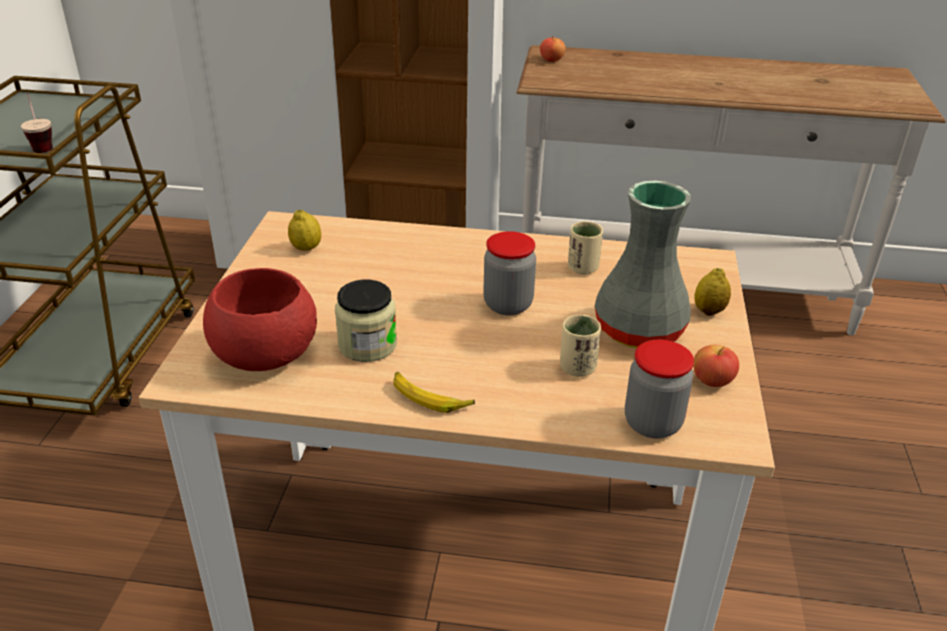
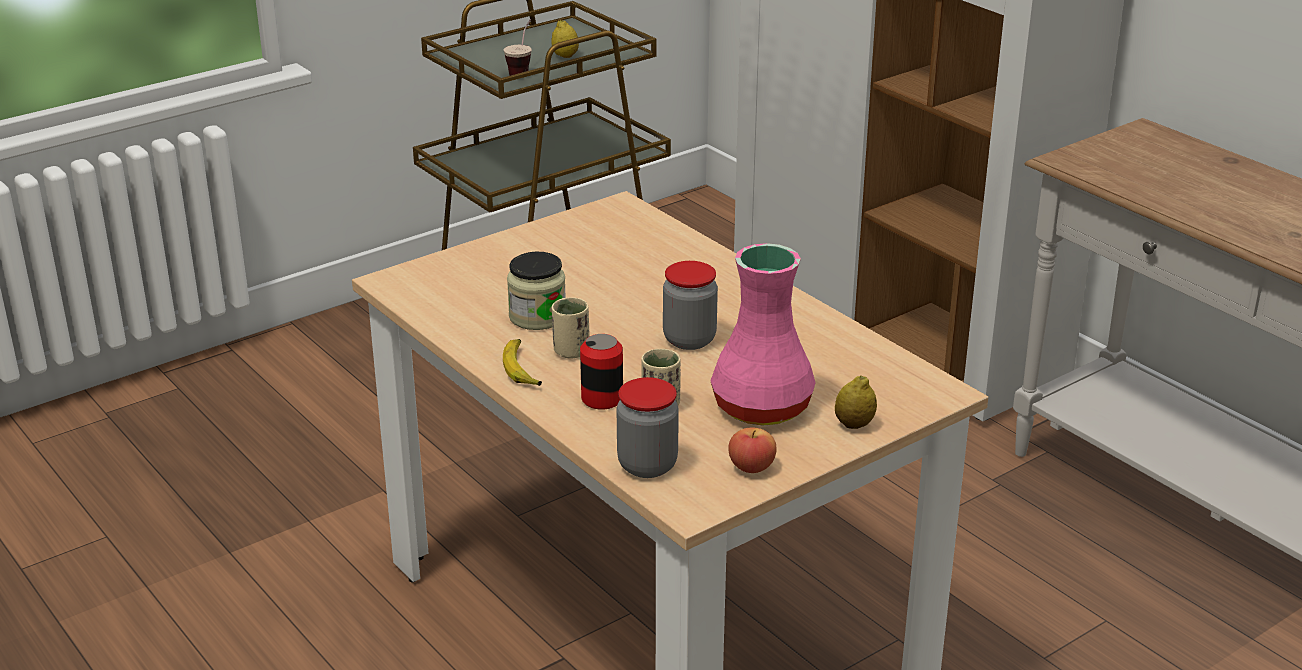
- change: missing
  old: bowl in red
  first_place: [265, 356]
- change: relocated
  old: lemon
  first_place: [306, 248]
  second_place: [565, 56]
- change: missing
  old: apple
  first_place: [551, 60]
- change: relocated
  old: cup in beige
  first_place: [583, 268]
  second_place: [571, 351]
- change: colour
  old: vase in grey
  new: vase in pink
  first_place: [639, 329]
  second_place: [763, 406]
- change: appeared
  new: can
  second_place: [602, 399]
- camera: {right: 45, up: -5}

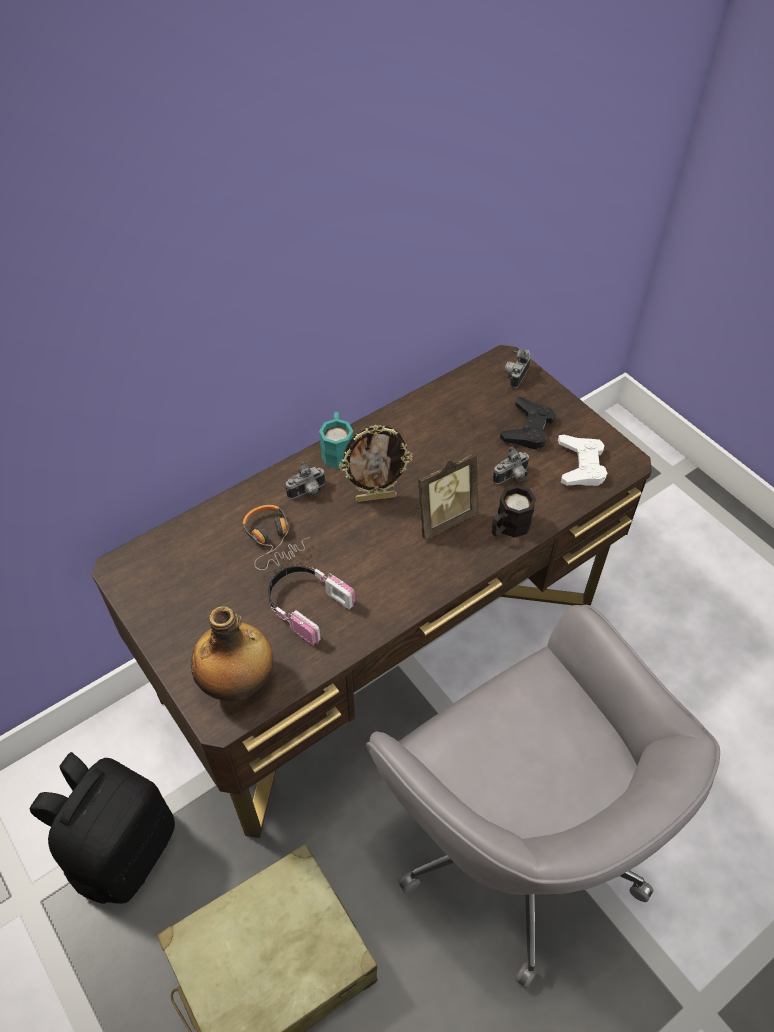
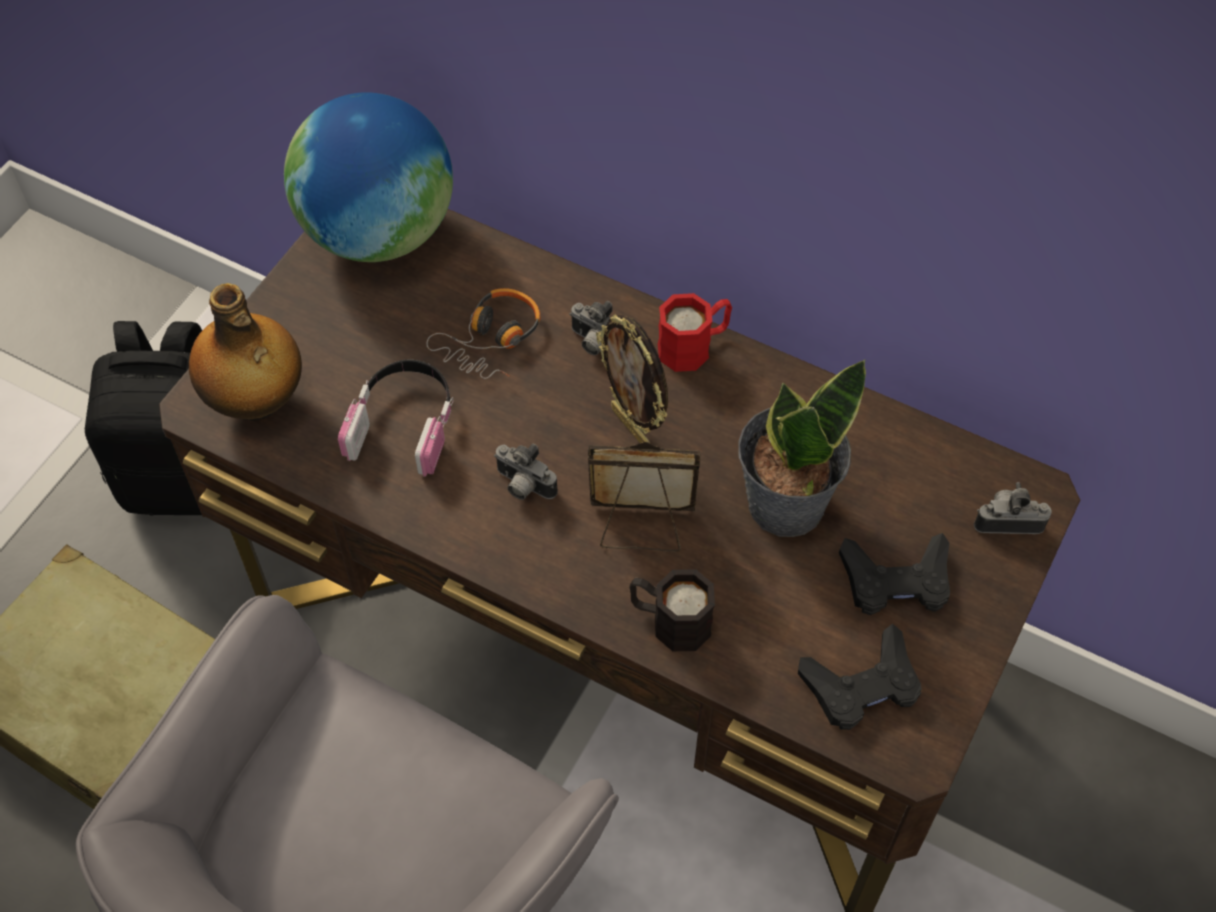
- change: colour
  old: mug in turquoise
  new: mug in red
  first_place: [337, 450]
  second_place: [694, 346]
- change: spun
  old: picture frame
  first_place: [442, 518]
  second_place: [641, 527]
  degrees: 150
- change: relocated
  old: photo camera
  first_place: [512, 477]
  second_place: [523, 486]
- change: colour
  old: game controller in white
  new: game controller in black
  first_place: [581, 465]
  second_place: [862, 685]
- change: appeared
  new: globe
  second_place: [379, 233]
- change: appeared
  new: potted plant
  second_place: [784, 503]
- camera: {right: 65, up: 5}

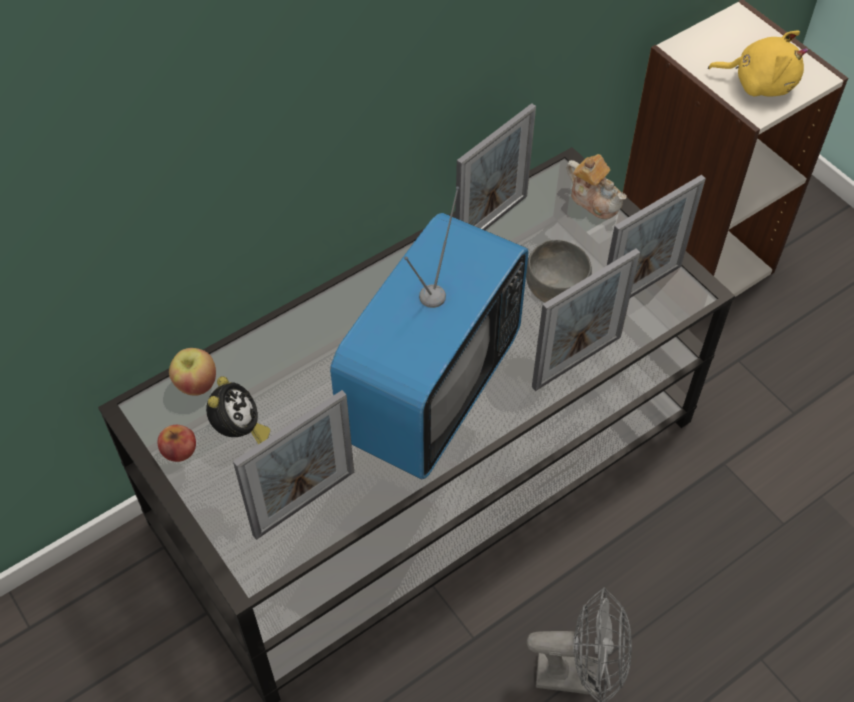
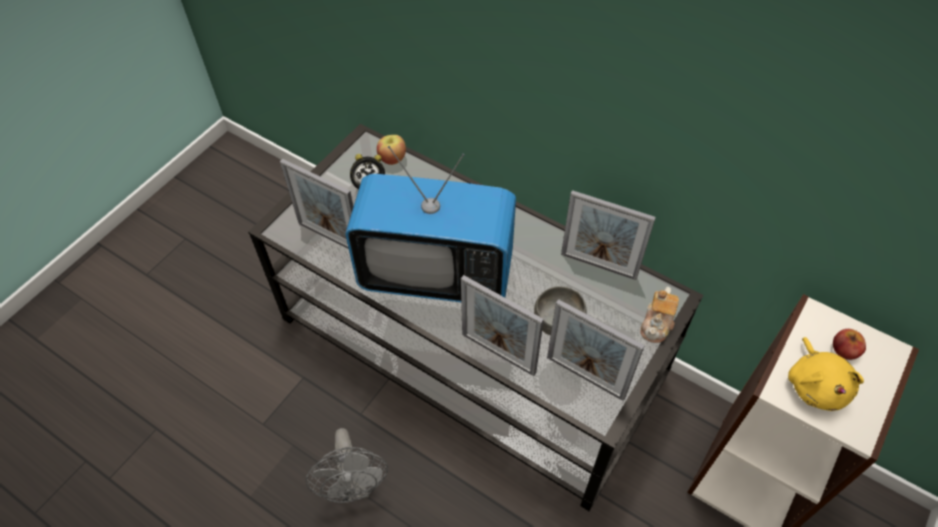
- change: relocated
  old: apple
  first_place: [179, 450]
  second_place: [844, 349]
- camera: {right: 70, up: 0}

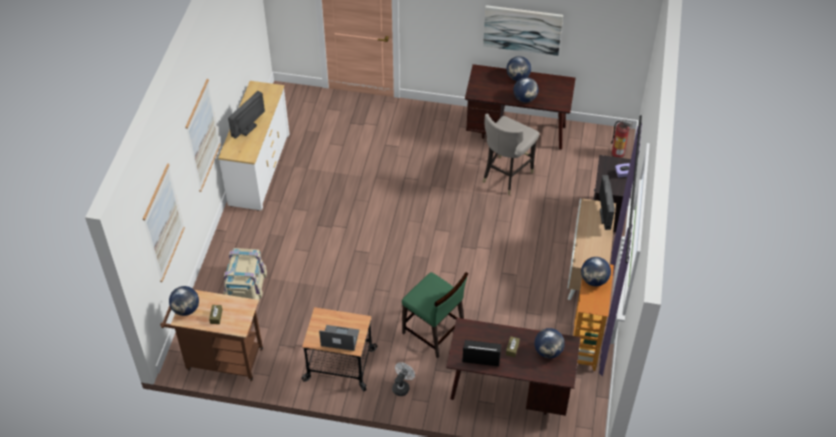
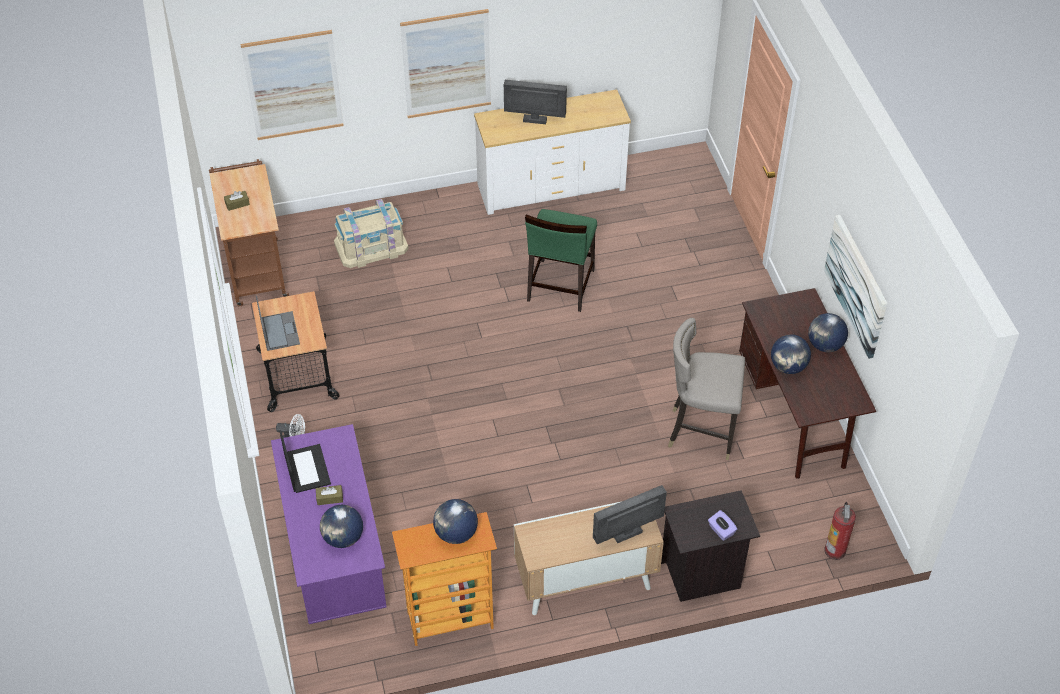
- change: missing
  old: globe
  first_place: [186, 309]
- change: relocated
  old: chair in green
  first_place: [433, 332]
  second_place: [560, 286]
- change: colour
  old: desk in brown
  new: desk in purple
  first_place: [509, 392]
  second_place: [335, 559]
- camera: {right: 65, up: 0}

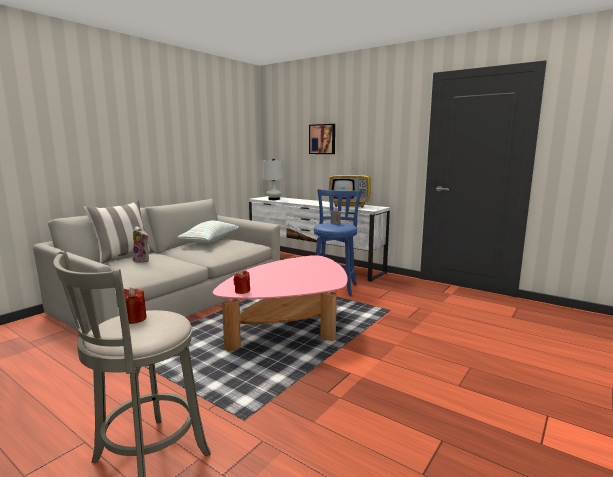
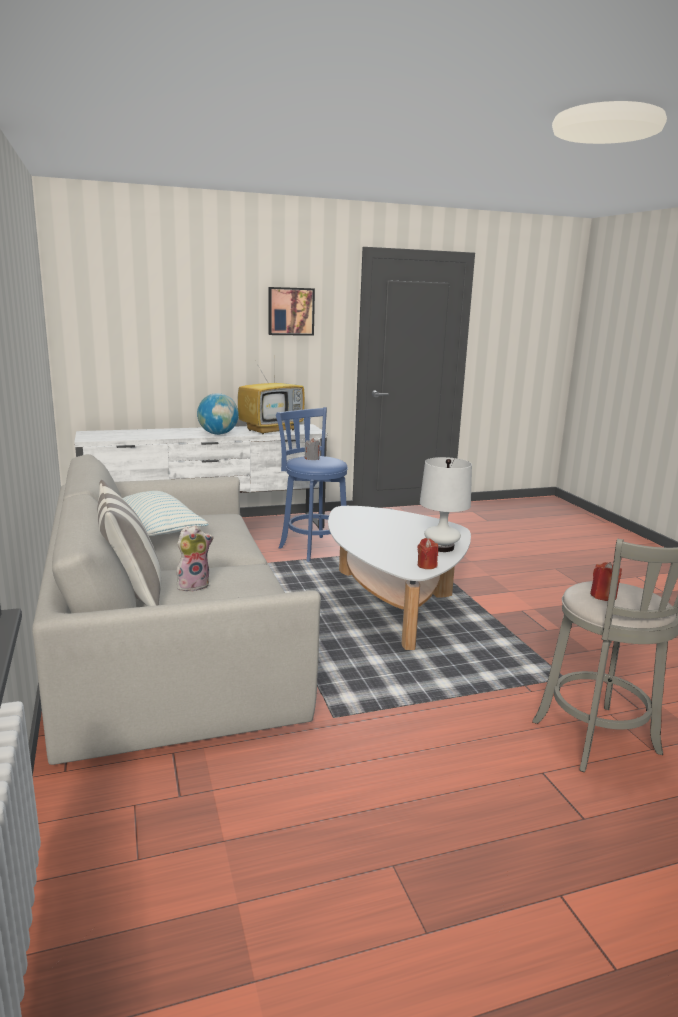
- change: colour
  old: coffee table in pink
  new: coffee table in white
  first_place: [290, 327]
  second_place: [392, 603]
- change: relocated
  old: table lamp in white
  first_place: [274, 199]
  second_place: [441, 547]
- change: relocated
  old: picture
  first_place: [322, 139]
  second_place: [290, 311]
- change: appeared
  new: globe
  second_place: [218, 434]
- camera: {right: -55, up: 5}

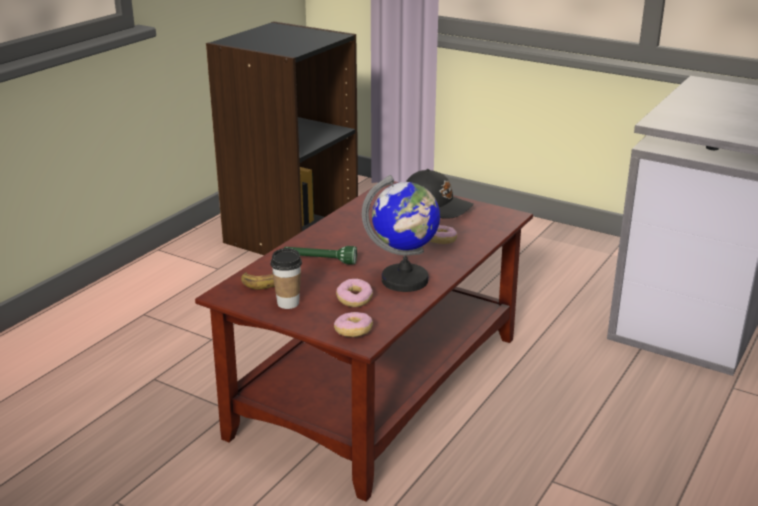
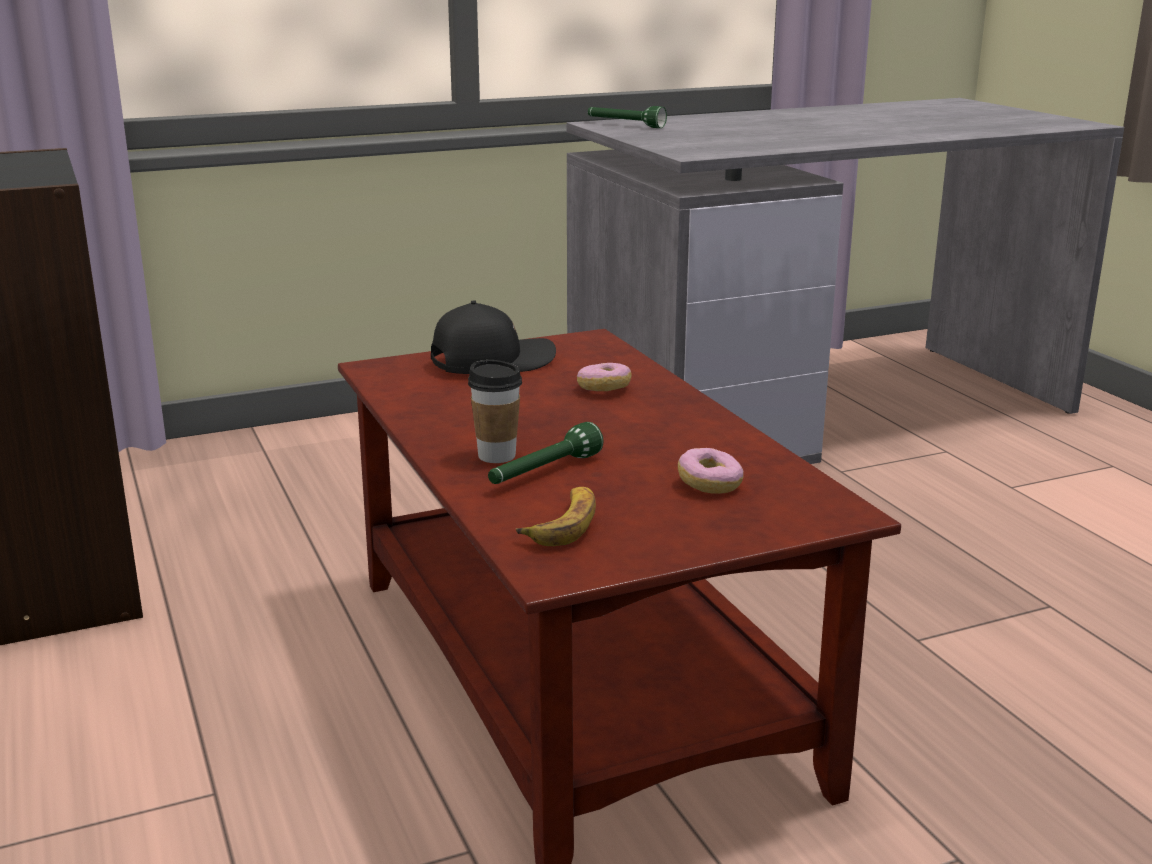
- change: relocated
  old: cup
  first_place: [288, 303]
  second_place: [497, 456]
- change: missing
  old: donut
  first_place: [353, 332]
- change: missing
  old: globe
  first_place: [405, 280]
- change: appeared
  new: flashlight in green
  second_place: [625, 125]
- camera: {right: -55, up: -5}

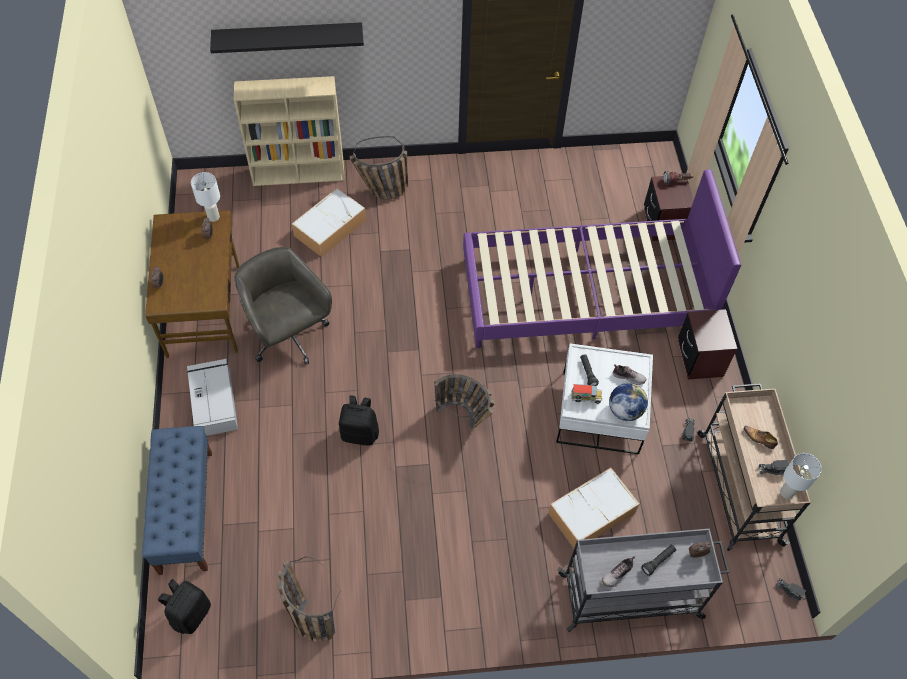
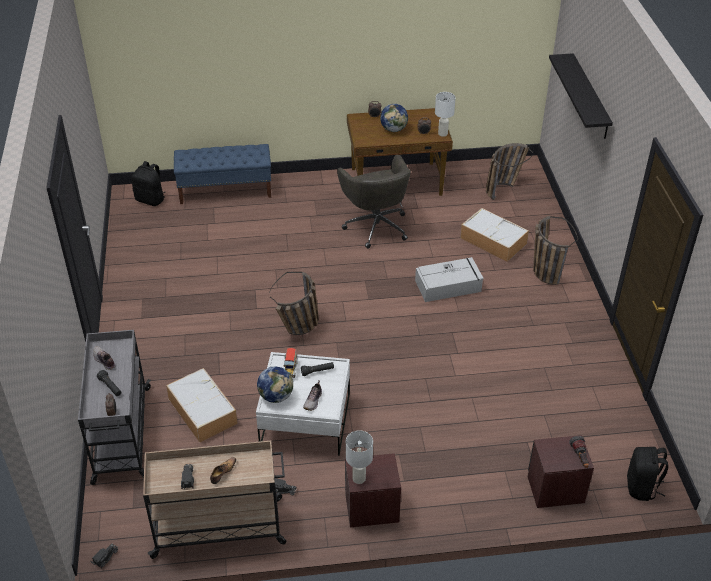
- change: relocated
  old: storage box in grey
  first_place: [214, 401]
  second_place: [449, 286]
- change: missing
  old: bookcase in beige
  first_place: [299, 174]
- change: spun
  old: office chair in grey
  first_place: [289, 336]
  second_place: [376, 226]
  degrees: 105
- change: relocated
  old: basket
  first_place: [307, 613]
  second_place: [503, 188]
- change: relocated
  old: backpack in black
  first_place: [360, 433]
  second_place: [642, 487]
- change: missing
  old: bed in purple
  first_place: [584, 295]
- change: relocated
  old: table lamp in white
  first_place: [787, 492]
  second_place: [358, 478]
- change: appeared
  new: globe
  second_place: [394, 129]
- camera: {right: 90, up: -15}

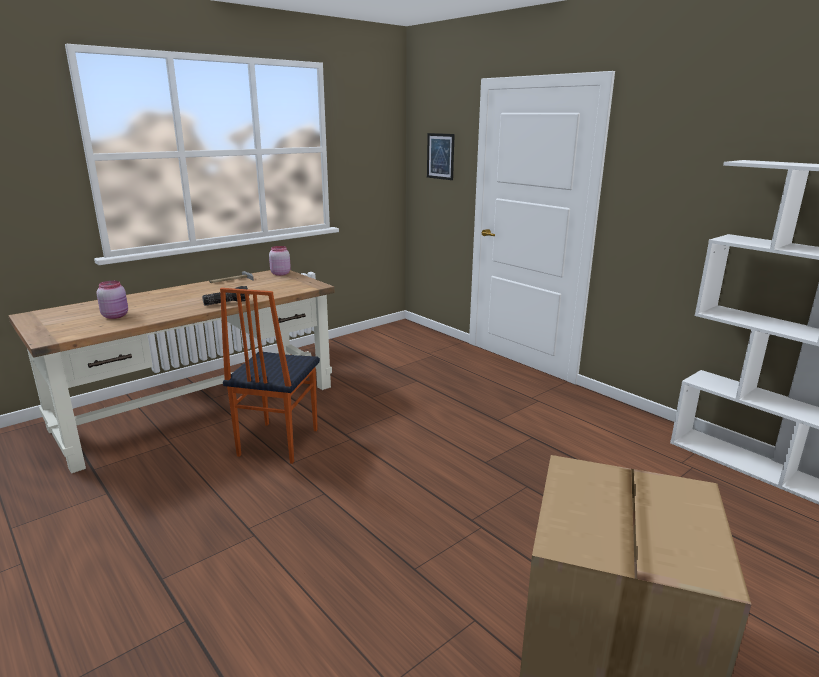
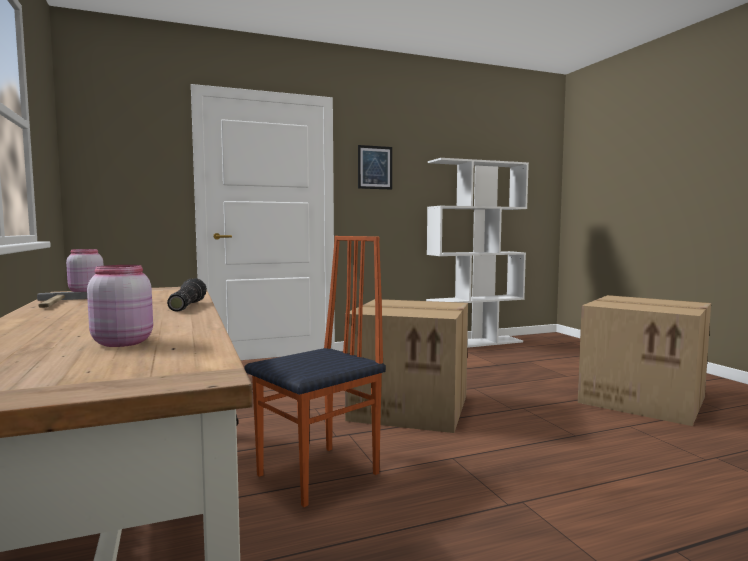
- change: spun
  old: chair
  first_place: [277, 442]
  second_place: [320, 474]
  degrees: -75
- change: relocated
  old: picture
  first_place: [440, 156]
  second_place: [375, 167]
- change: appeared
  new: cardboard box
  second_place: [411, 407]
- camera: {right: -70, up: -15}

